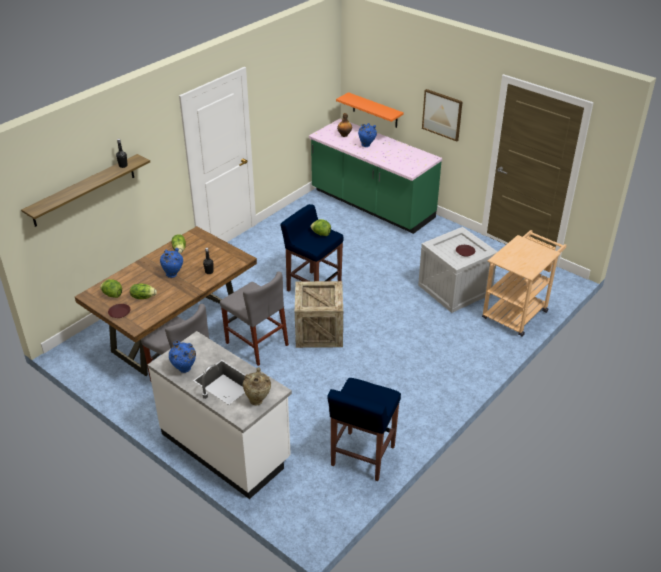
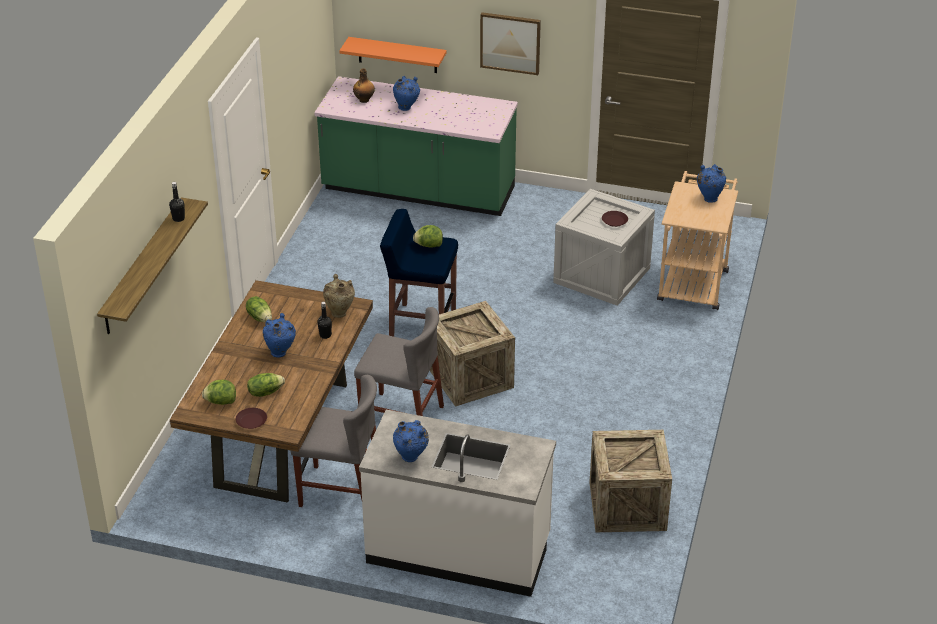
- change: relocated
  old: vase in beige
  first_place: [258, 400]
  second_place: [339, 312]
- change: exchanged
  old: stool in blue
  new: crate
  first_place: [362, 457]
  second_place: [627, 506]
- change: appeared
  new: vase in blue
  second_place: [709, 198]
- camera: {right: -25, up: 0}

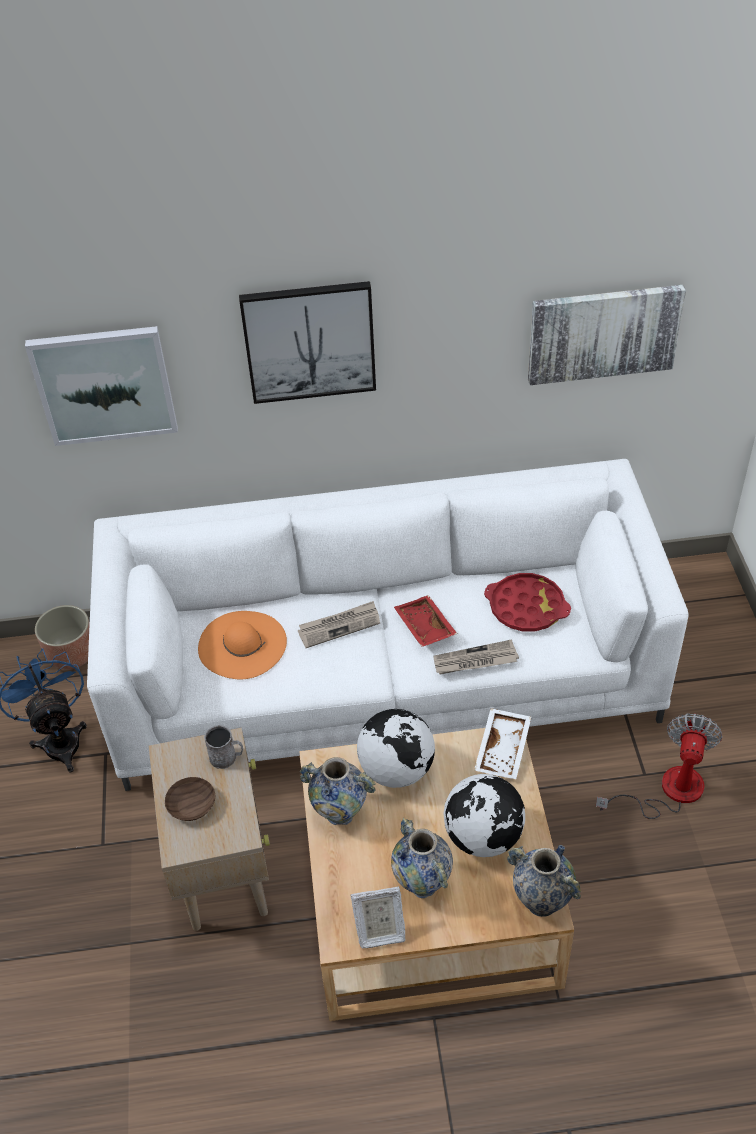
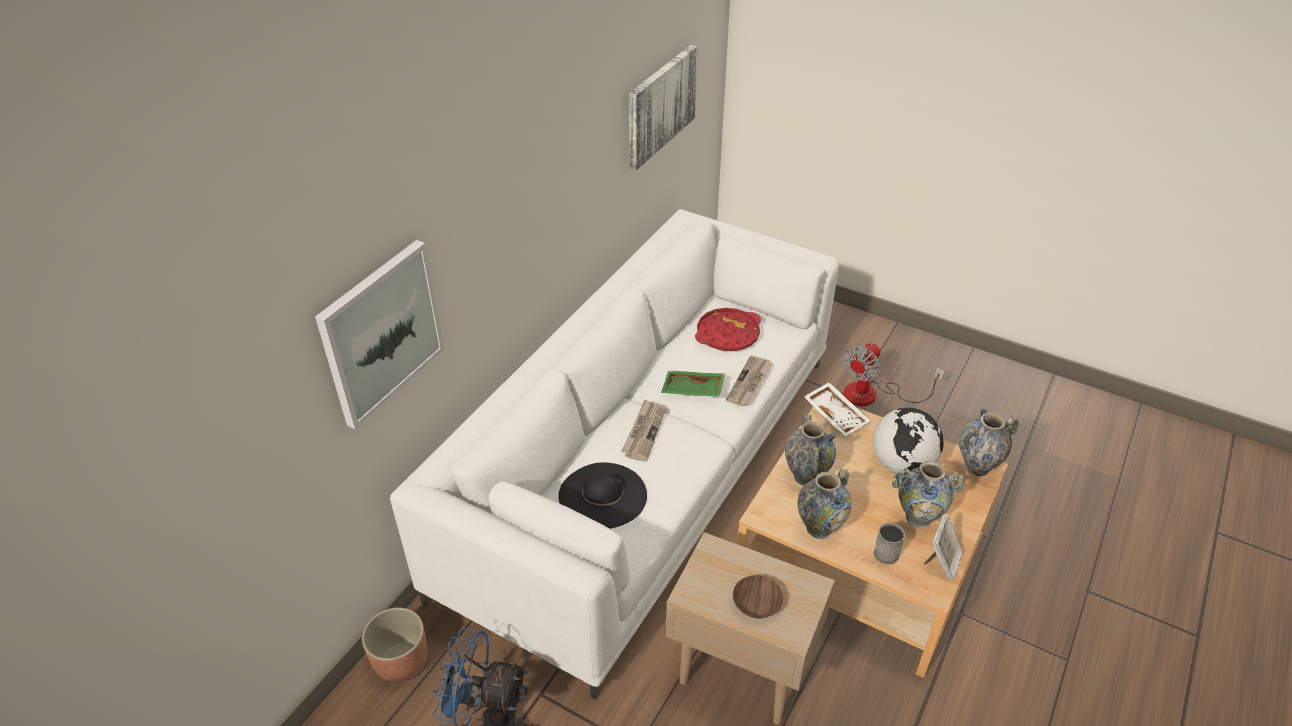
- change: colour
  old: hat in orange
  new: hat in black
  first_place: [242, 644]
  second_place: [602, 496]
- change: relocated
  old: mug in grey
  first_place: [227, 757]
  second_place: [888, 551]
- change: missing
  old: picture
  first_place: [309, 341]
- change: exchanged
  old: globe
  new: vase
  first_place: [396, 770]
  second_place: [806, 476]
- change: colour
  old: tray in red
  new: tray in green
  first_place: [423, 627]
  second_place: [692, 390]
- change: spun
  old: fan
  first_place: [668, 791]
  second_place: [872, 395]
  degrees: -105
- camera: {right: -55, up: -5}

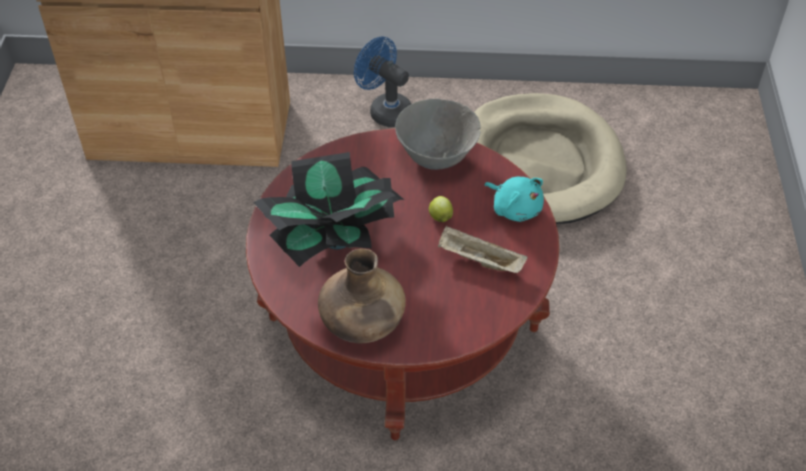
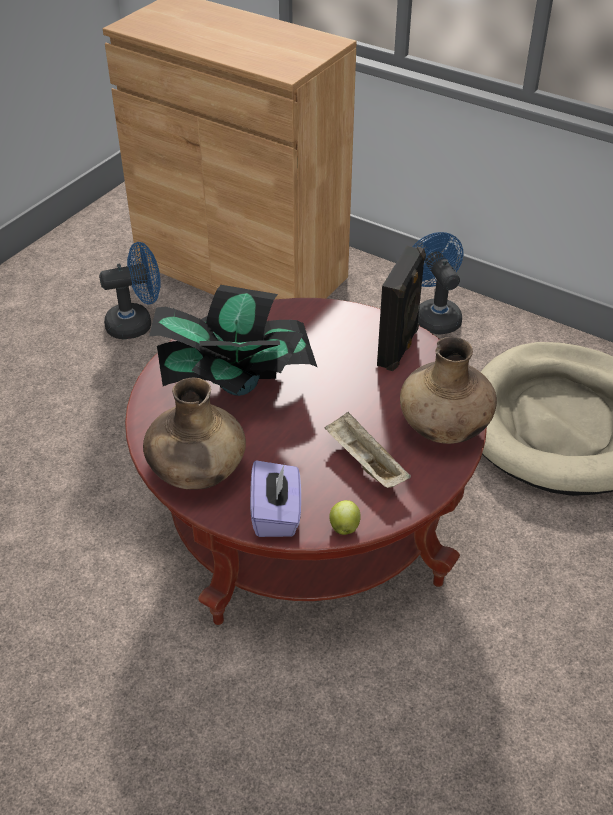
- change: exchanged
  old: bowl in grey
  new: speaker in black
  first_place: [436, 156]
  second_place: [399, 348]
- change: relocated
  old: apple
  first_place: [440, 217]
  second_place: [344, 527]
- change: exchanged
  old: plush toy in turquoise
  new: vase in brown
  first_place: [515, 208]
  second_place: [444, 428]
- change: appeared
  new: fan in blue
  second_place: [137, 323]
- change: appeared
  new: tissue box in purple
  second_place: [276, 514]
- camera: {right: 30, up: -5}

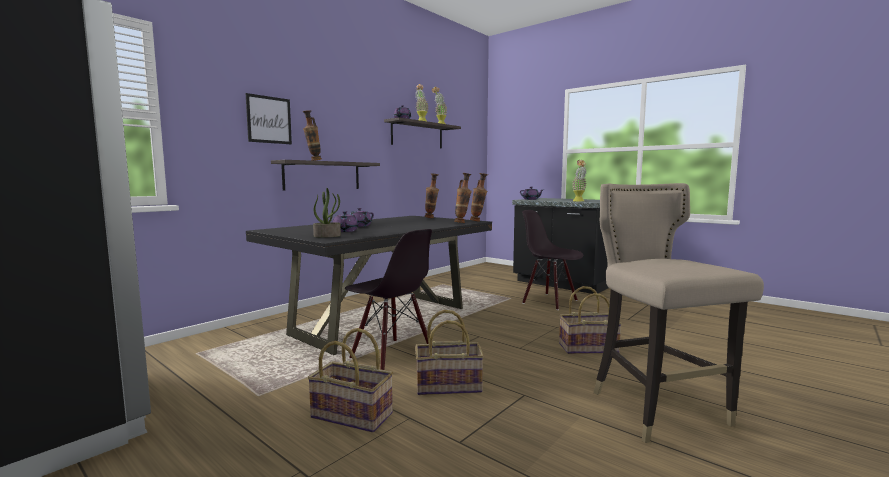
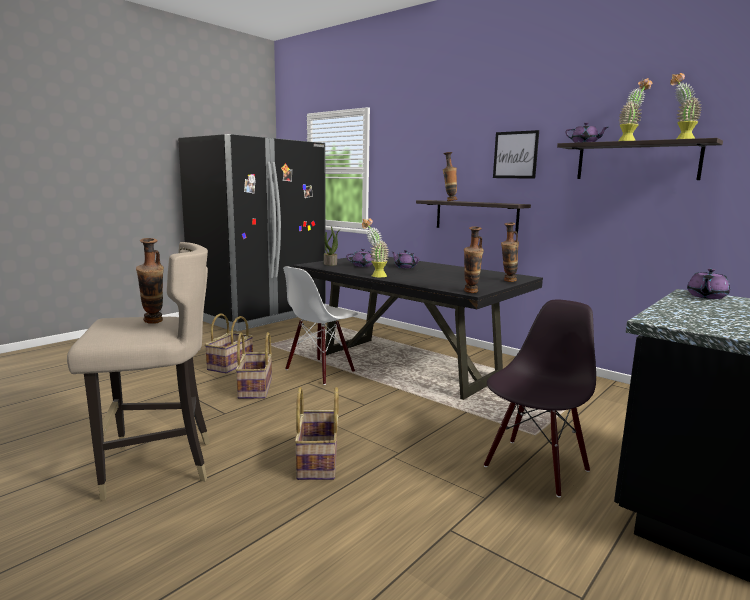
- change: relocated
  old: picture
  first_place: [269, 120]
  second_place: [515, 155]
- change: colour
  old: chair in black
  new: chair in white
  first_place: [391, 356]
  second_place: [320, 371]
- change: relocated
  old: vase
  first_place: [462, 223]
  second_place: [154, 323]
- change: relocated
  old: potted plant
  first_place: [579, 201]
  second_place: [374, 276]
- camera: {right: 90, up: 5}

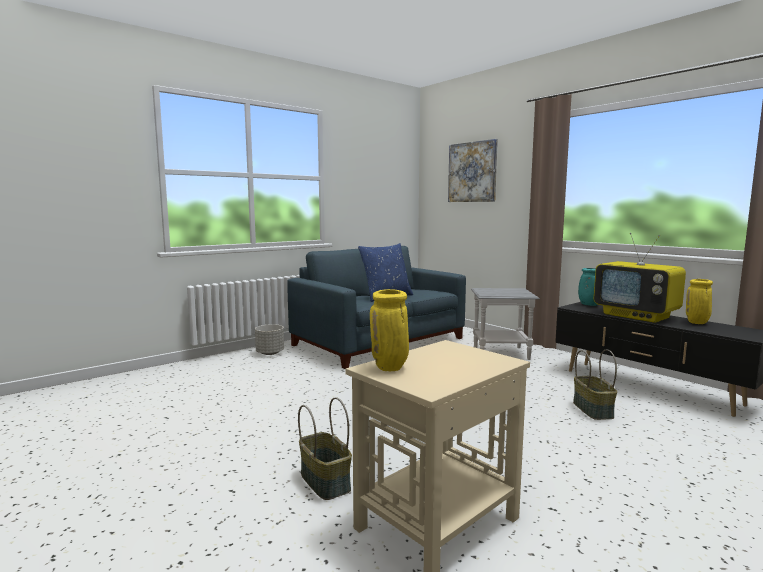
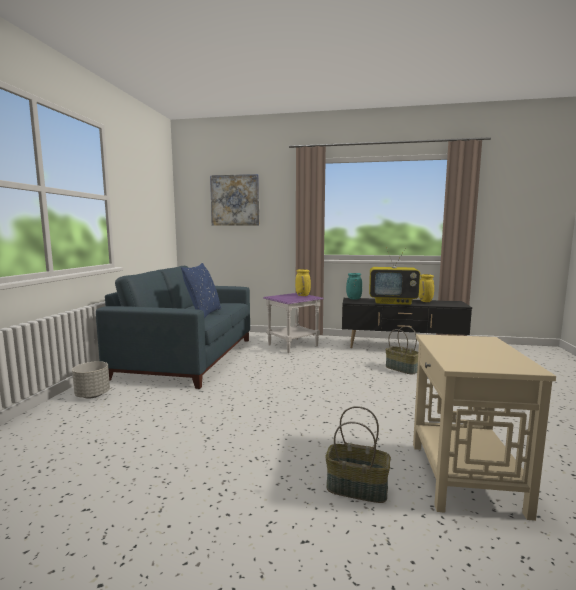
- change: relocated
  old: vase in yellow
  first_place: [390, 368]
  second_place: [303, 295]
- change: colour
  old: side table in grey
  new: side table in purple
  first_place: [501, 353]
  second_place: [293, 345]
- camera: {right: -40, up: 0}

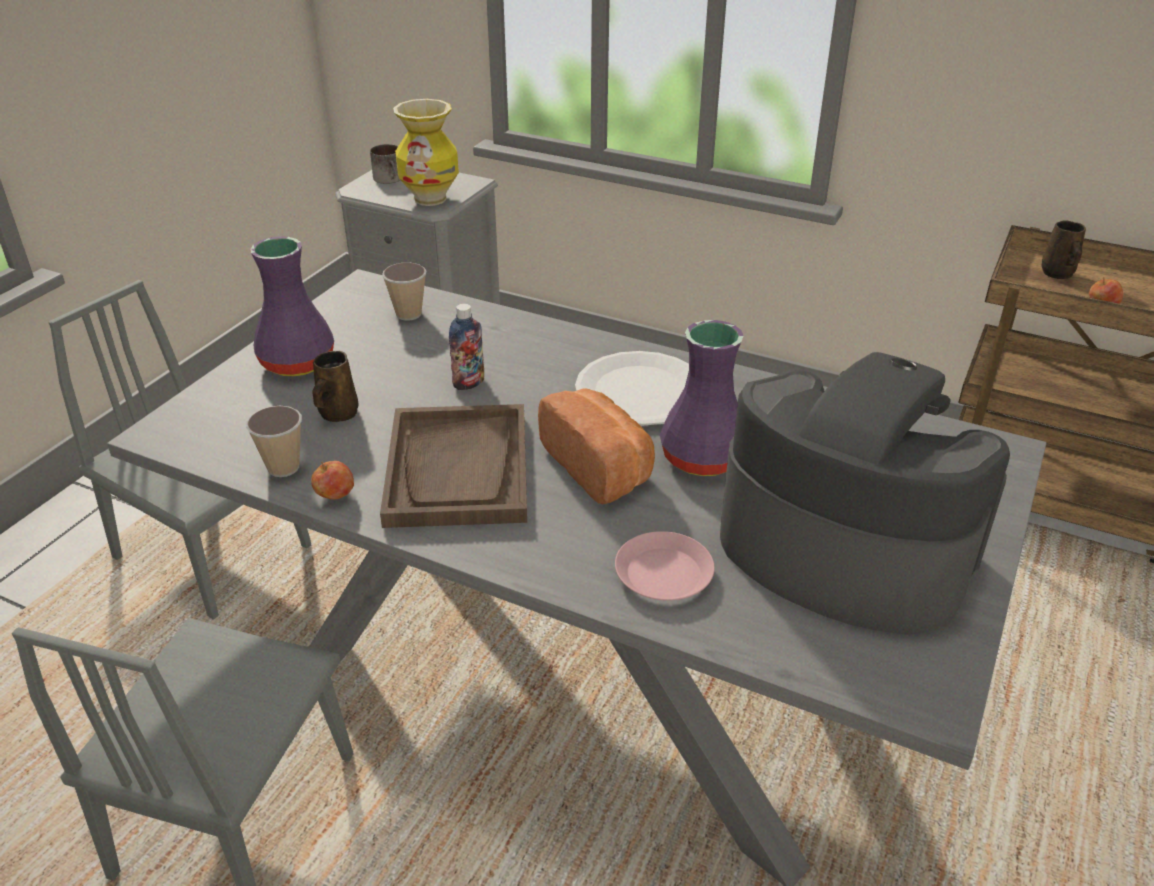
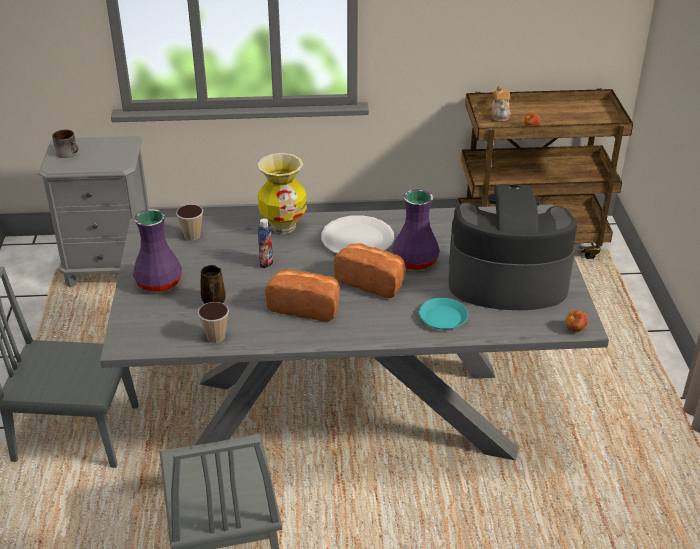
- change: relocated
  old: apple
  first_place: [335, 496]
  second_place: [575, 329]
- change: exchanged
  old: tray in brown
  new: bread
  first_place: [458, 469]
  second_place: [306, 306]
- change: relocated
  old: vase
  first_place: [430, 199]
  second_place: [283, 226]
- change: colour
  old: plate in pink
  new: plate in turquoise
  first_place: [663, 574]
  second_place: [442, 318]
- change: exchanged
  old: mug in brown
  new: teapot
  first_place: [1057, 274]
  second_place: [500, 115]
- camera: {right: -30, up: 0}

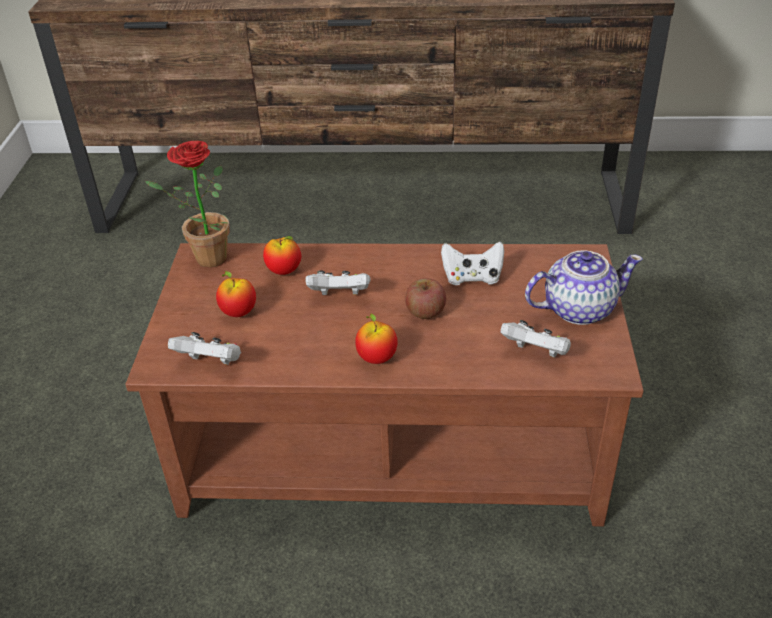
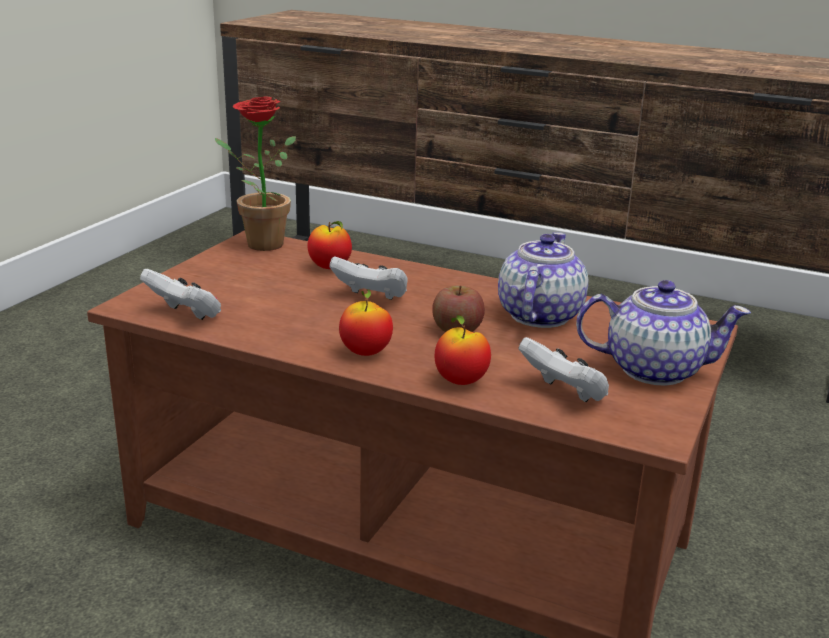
- change: relocated
  old: apple
  first_place: [238, 312]
  second_place: [460, 381]
- change: exchanged
  old: game controller in white
  new: teapot
  first_place: [472, 278]
  second_place: [538, 316]
- camera: {right: 20, up: -15}

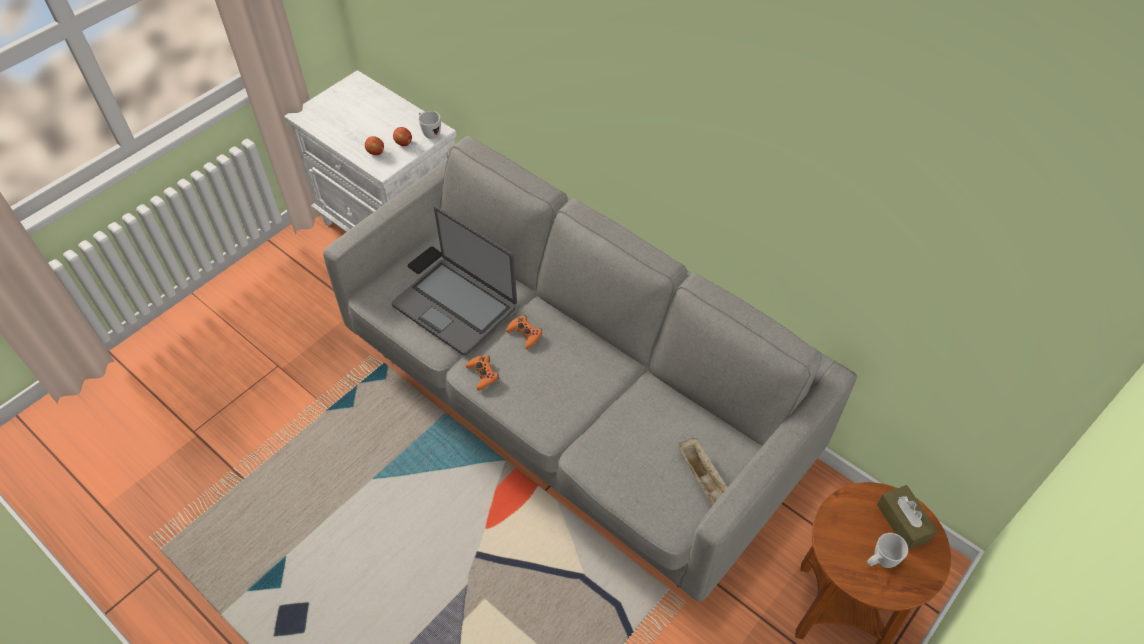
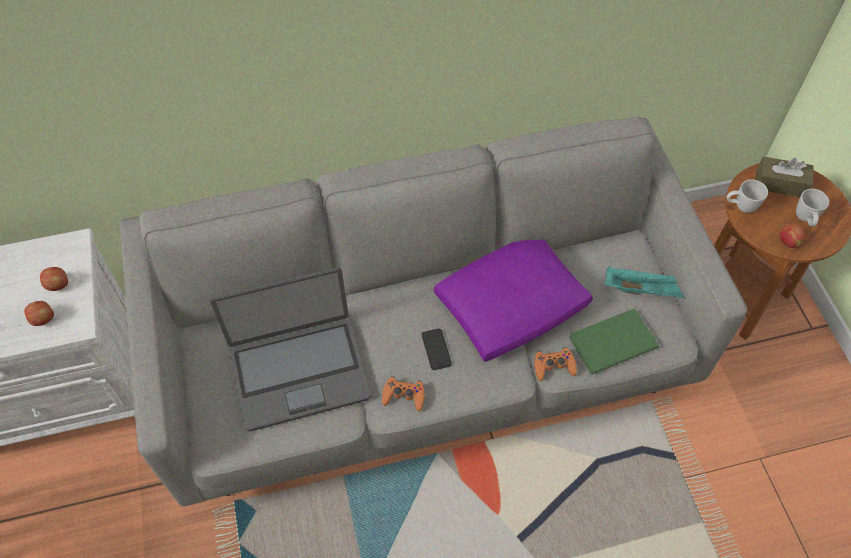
- change: relocated
  old: phone
  first_place: [425, 260]
  second_place: [436, 349]
- change: relocated
  old: mug in white
  first_place: [429, 132]
  second_place: [740, 207]
- change: relocated
  old: game controller in orange
  first_place: [525, 334]
  second_place: [553, 366]
- change: colour
  old: tray in beige
  new: tray in turquoise
  first_place: [704, 480]
  second_place: [644, 290]
- change: appeared
  new: pillow in purple
  second_place: [512, 305]
- change: appeared
  new: book in green
  second_place: [610, 341]
- change: appeared
  new: apple
  second_place: [787, 241]
- camera: {right: -55, up: 5}

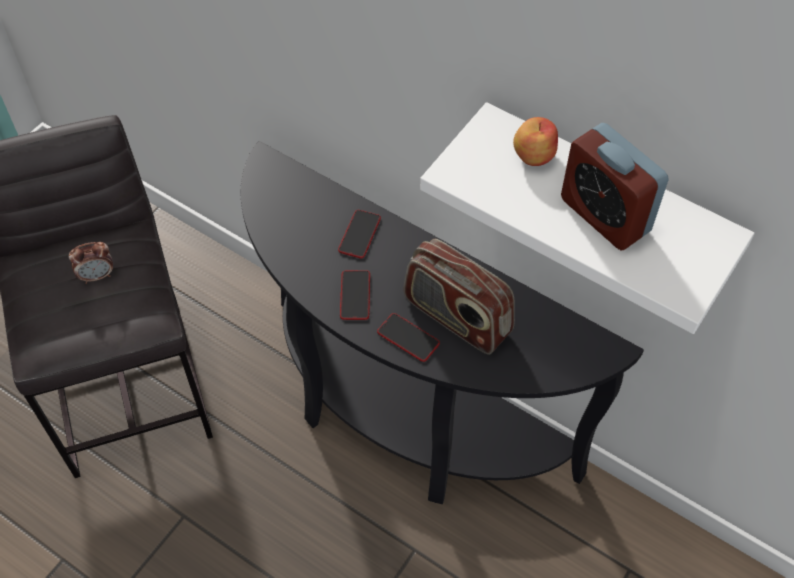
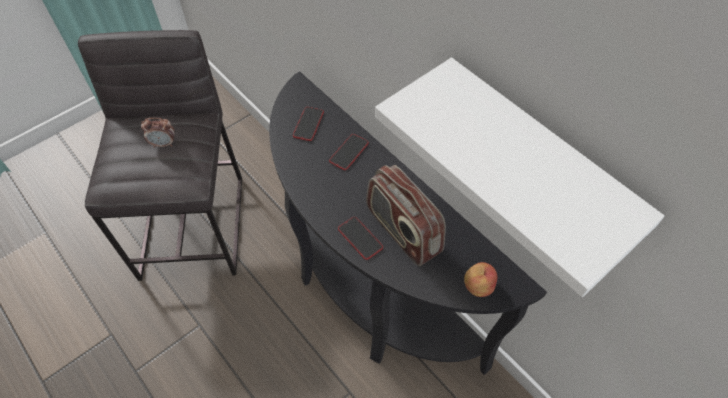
- change: relocated
  old: phone
  first_place: [355, 295]
  second_place: [308, 124]
- change: relocated
  old: apple
  first_place: [533, 155]
  second_place: [478, 286]
- change: missing
  old: alarm clock
  first_place: [604, 215]
- camera: {right: 15, up: 0}

